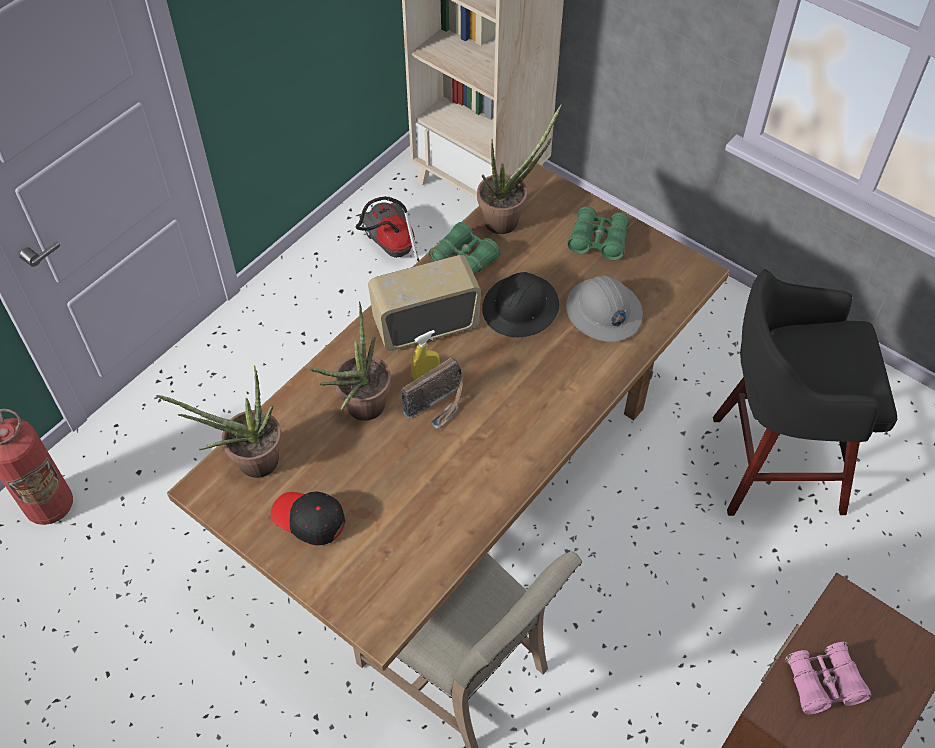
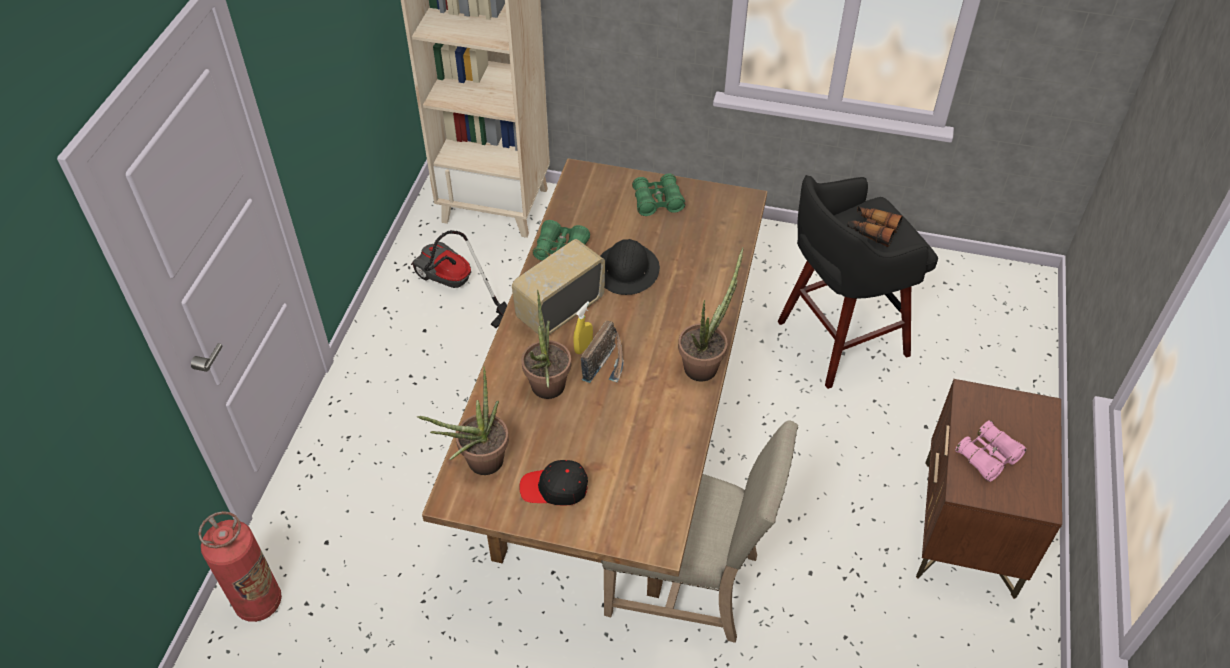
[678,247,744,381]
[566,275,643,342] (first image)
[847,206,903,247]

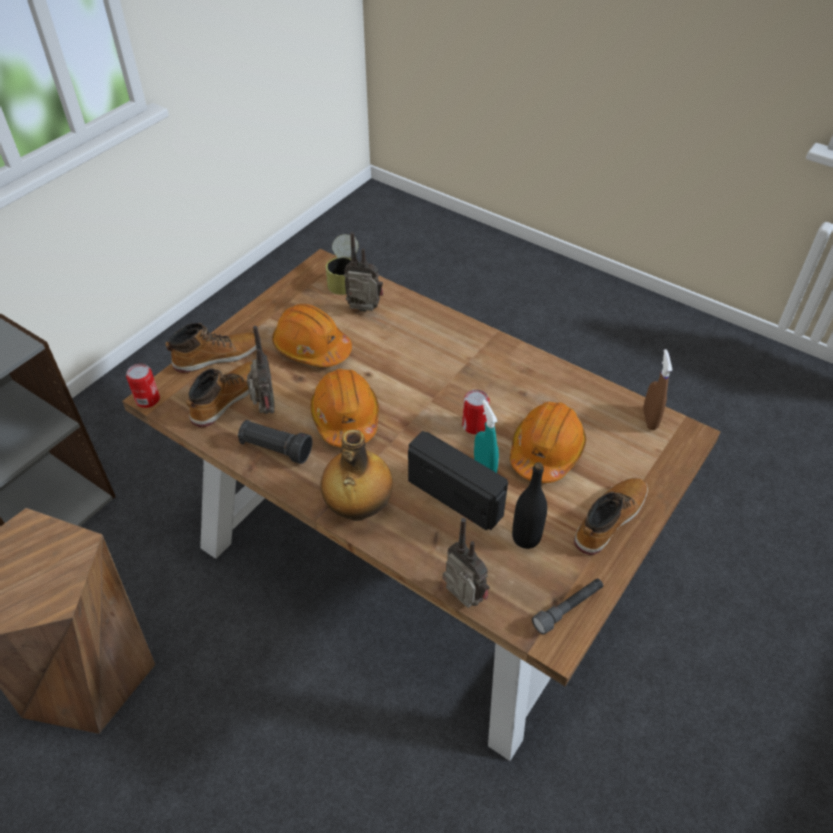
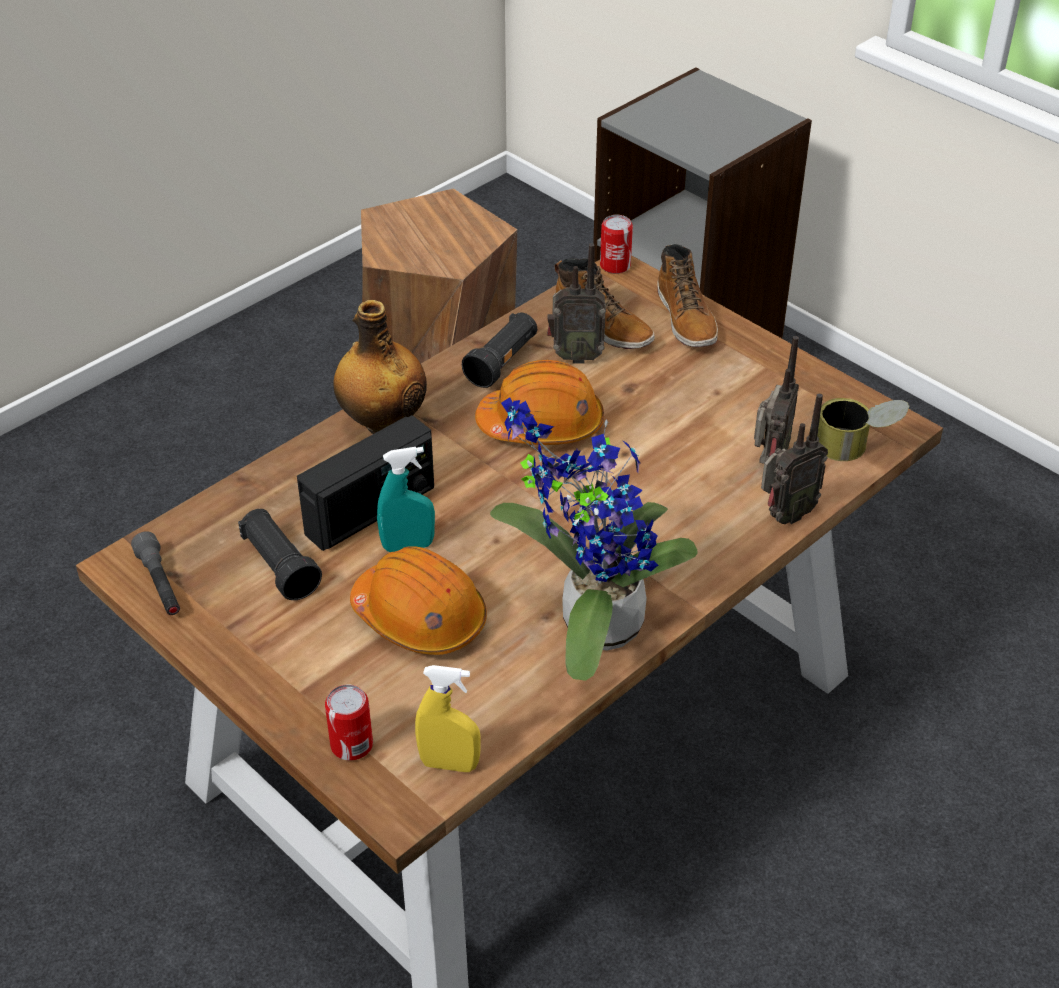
[272,304,352,367] (first image)
[761,394,828,524]
[325,685,373,760]
[238,509,322,600]
[574,478,648,555] (first image)
[415,665,481,772]
[490,397,697,681]

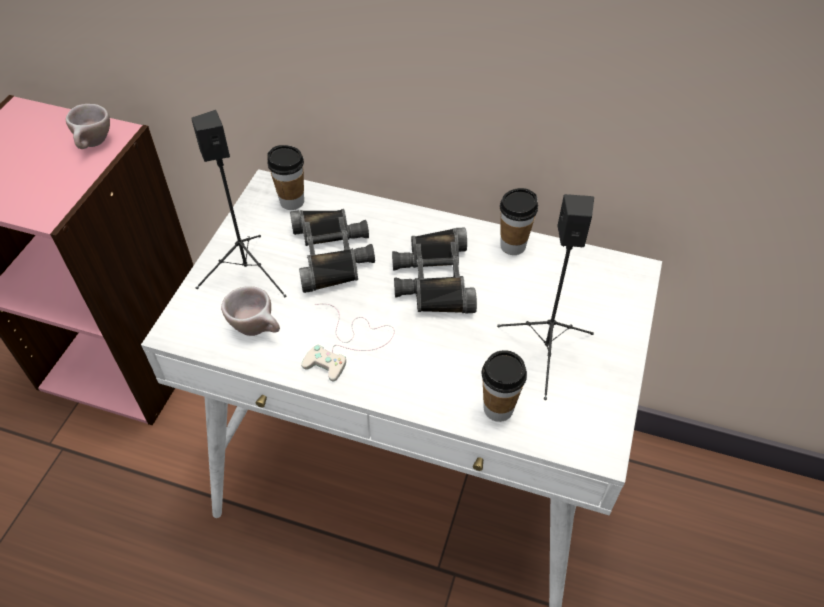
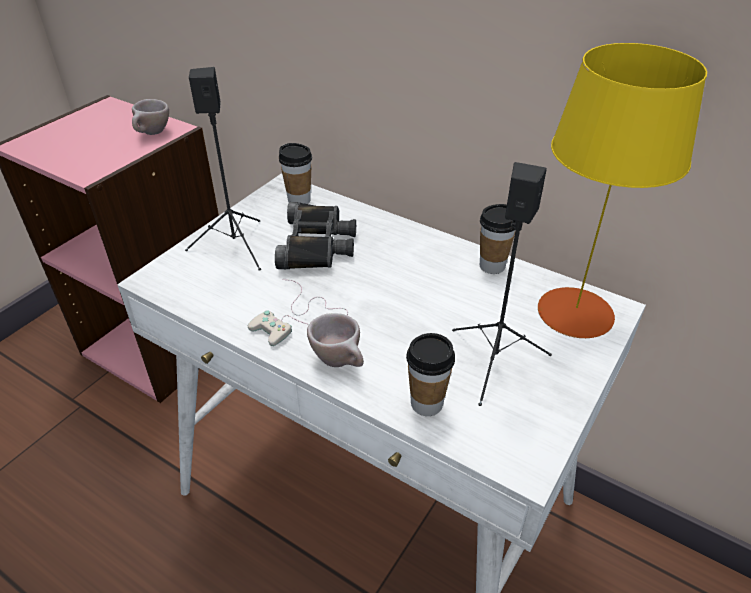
[307,313,364,367]
[392,228,477,313] (first image)
[538,43,707,338]

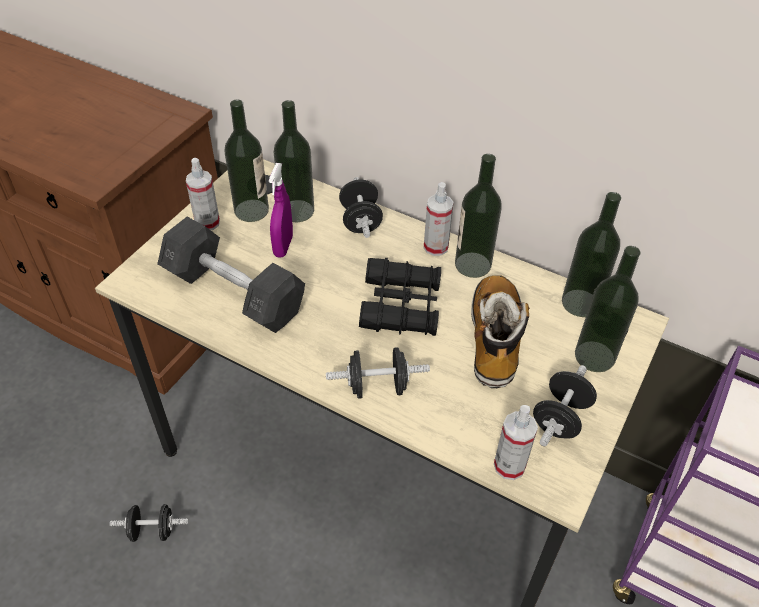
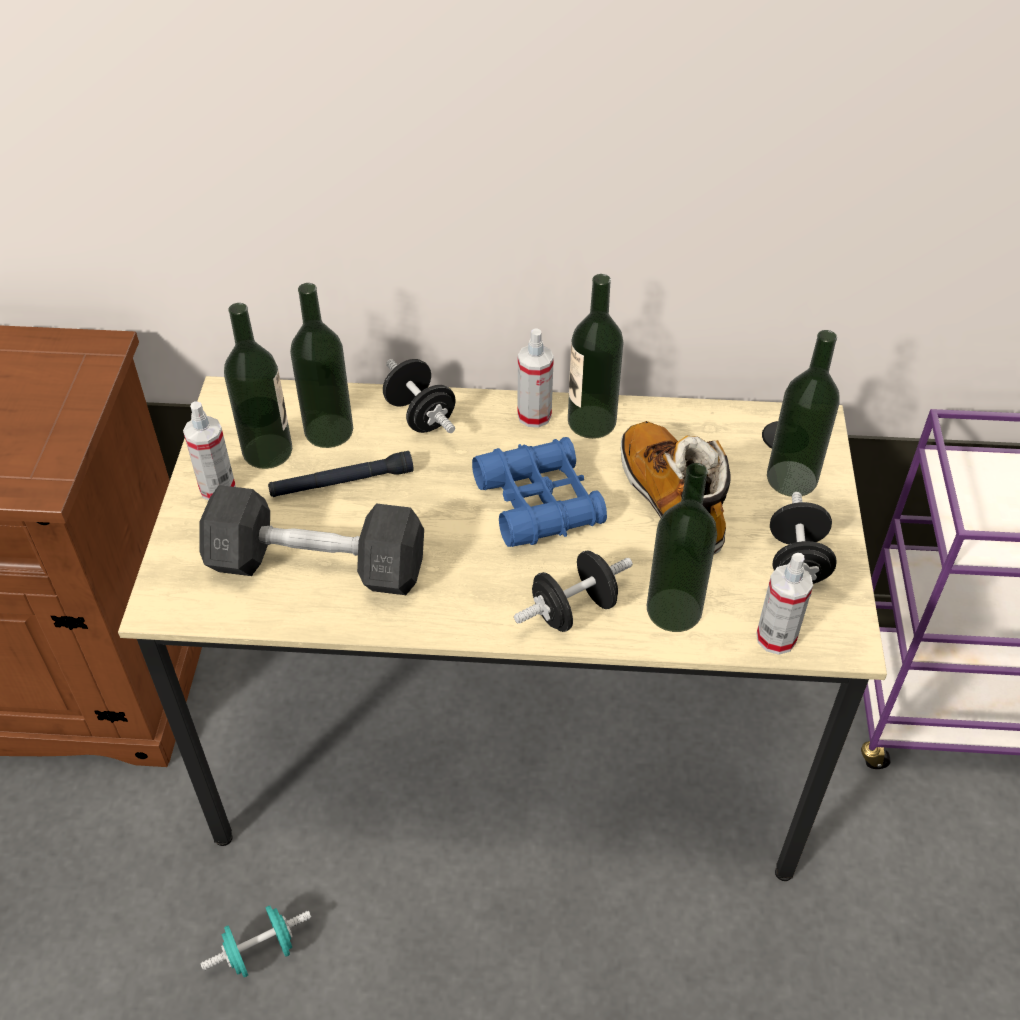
[200,906,311,977]
[268,451,414,497]
[472,437,607,547]
[647,463,717,632]

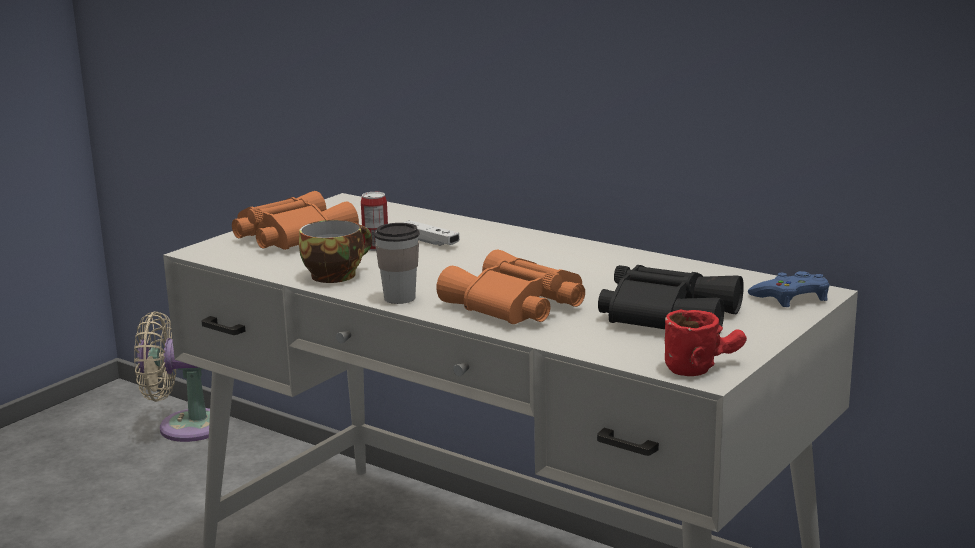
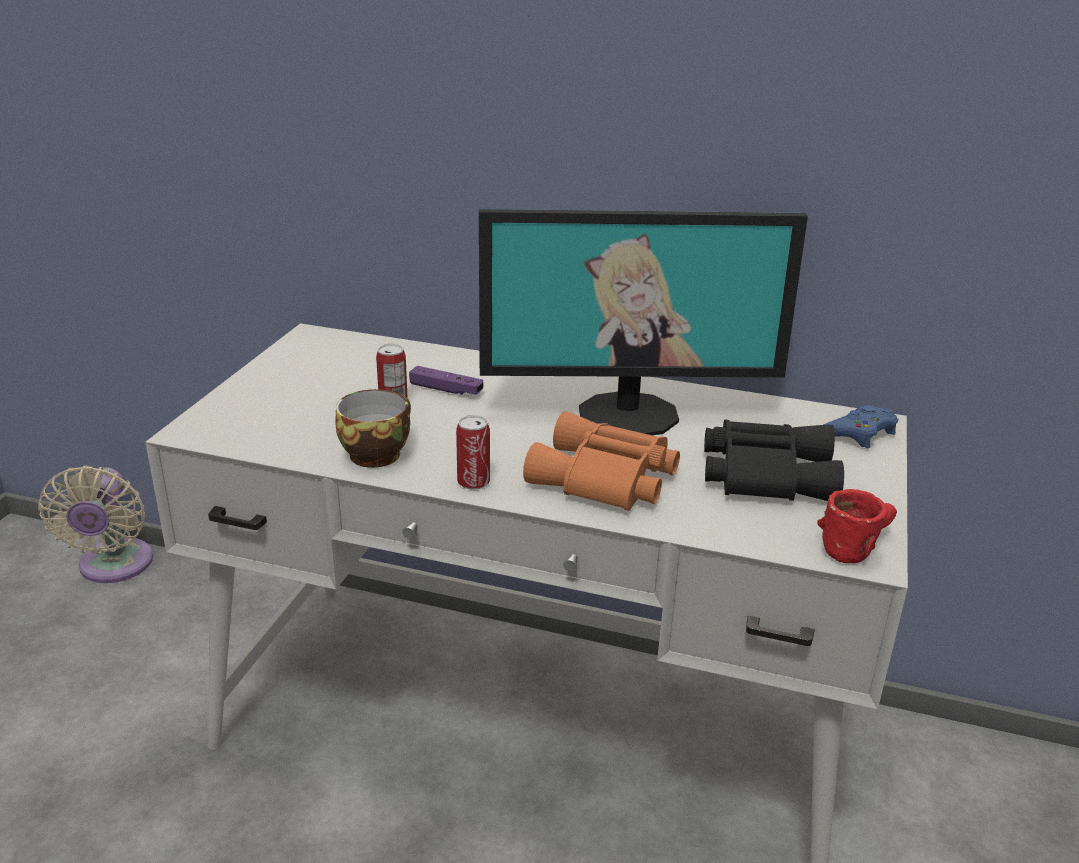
[38,466,153,583]
[232,191,359,250] (first image)
[456,415,490,490]
[409,366,484,395]
[479,209,808,435]

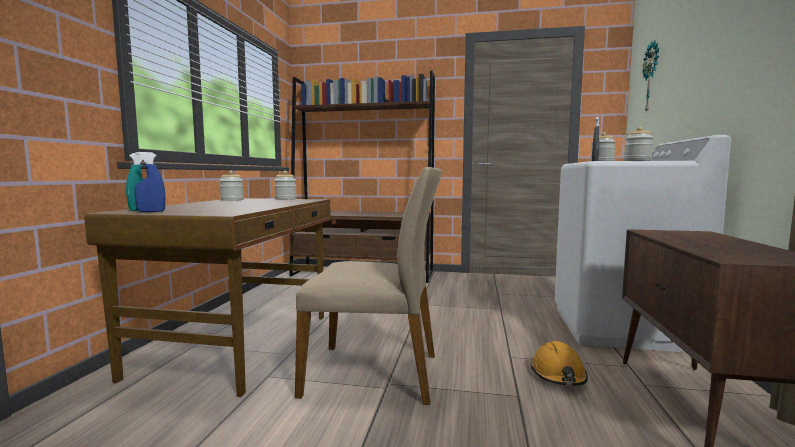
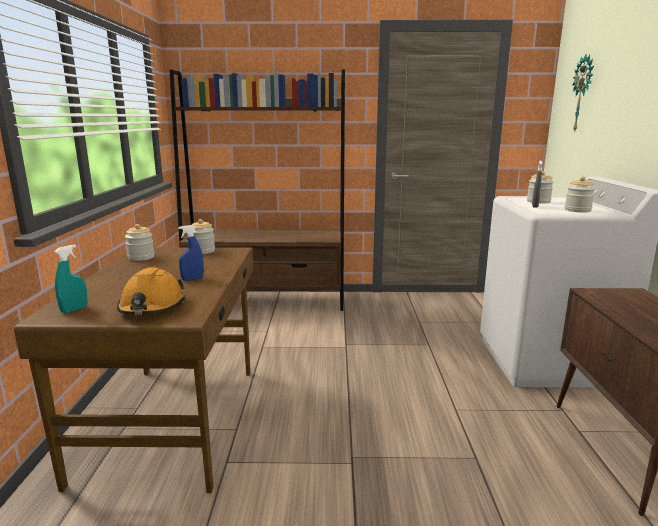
[179,225,204,281]
[295,167,443,405] (first image)
[117,267,185,315]

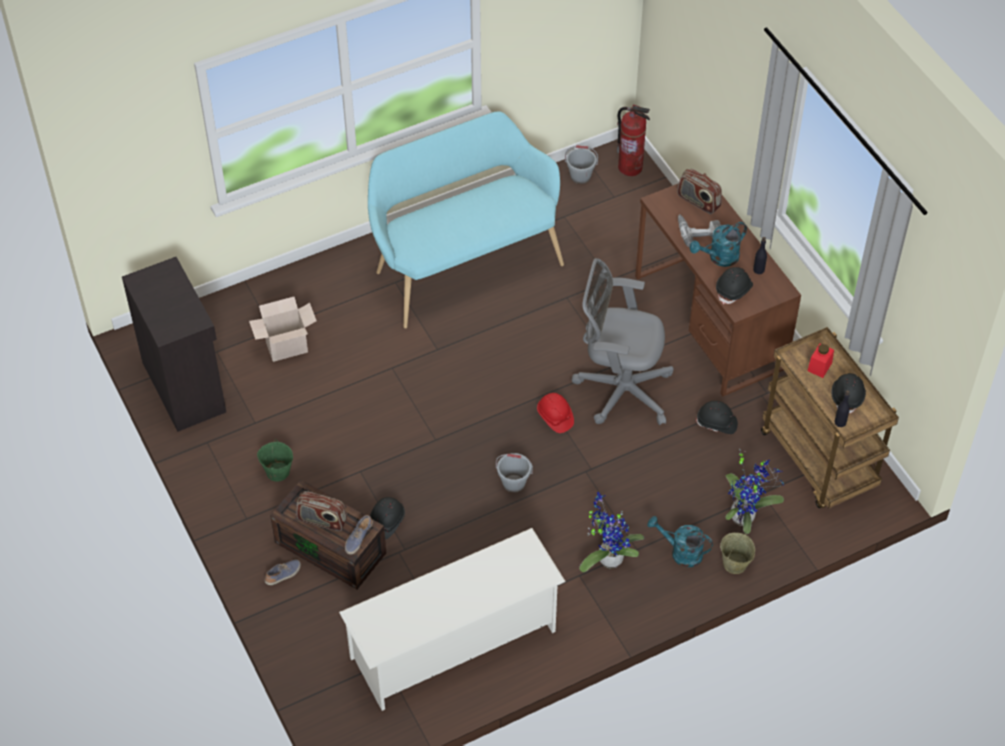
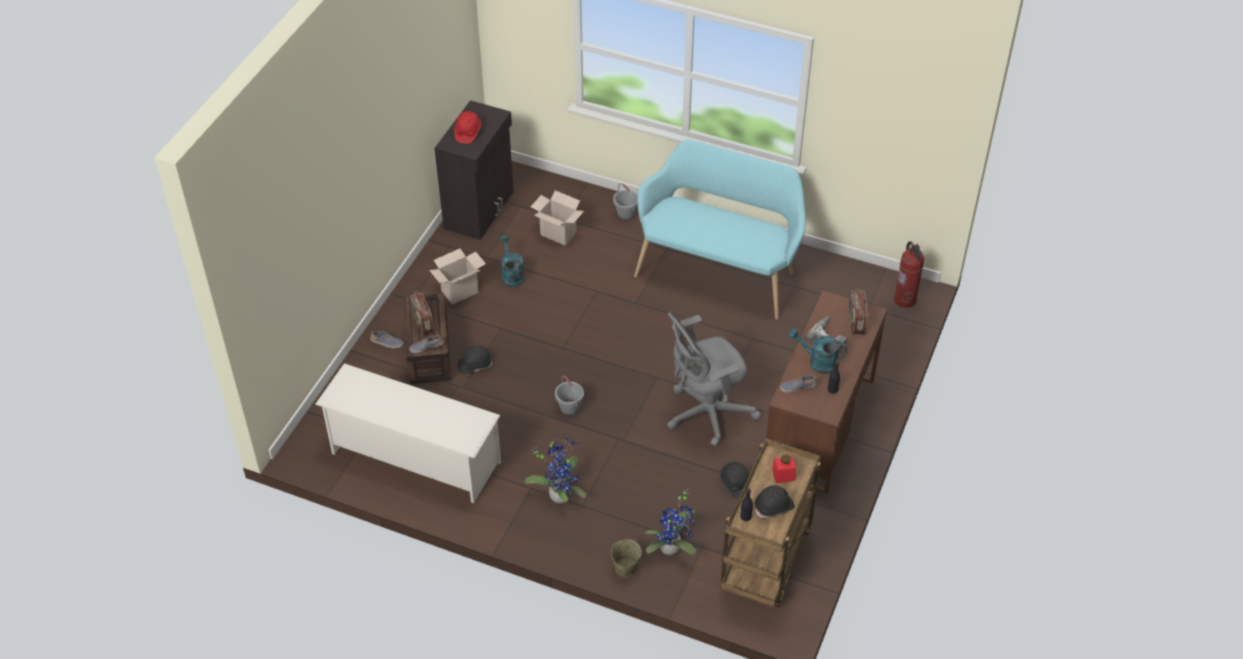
[429,248,486,305]
[454,111,482,144]
[613,183,638,220]
[667,312,761,447]
[500,235,525,287]
[780,375,818,393]

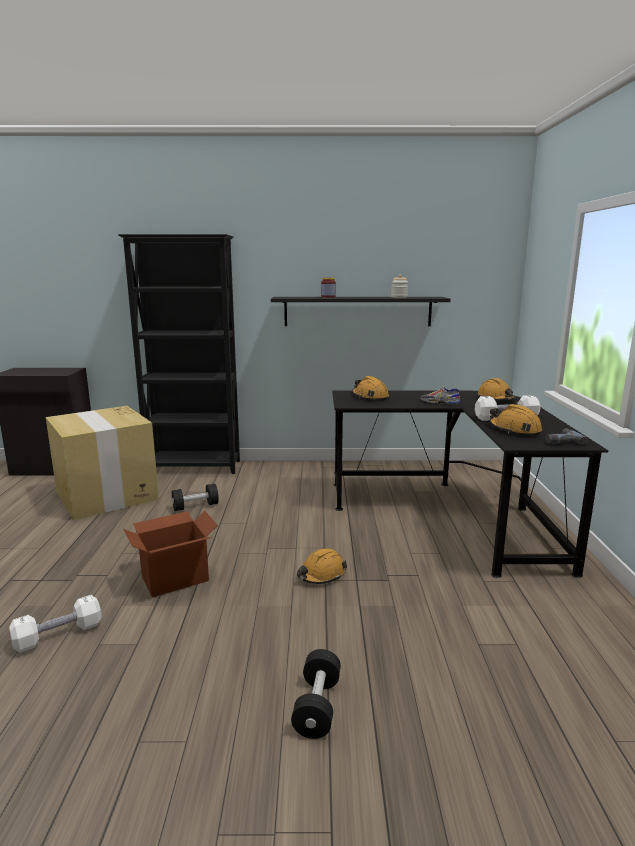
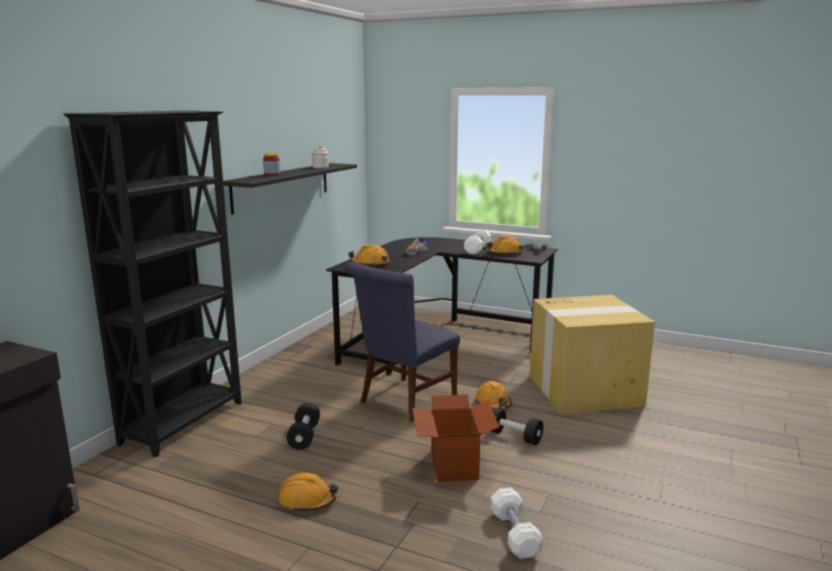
[530,295,655,414]
[491,407,543,445]
[278,473,338,513]
[345,262,460,422]

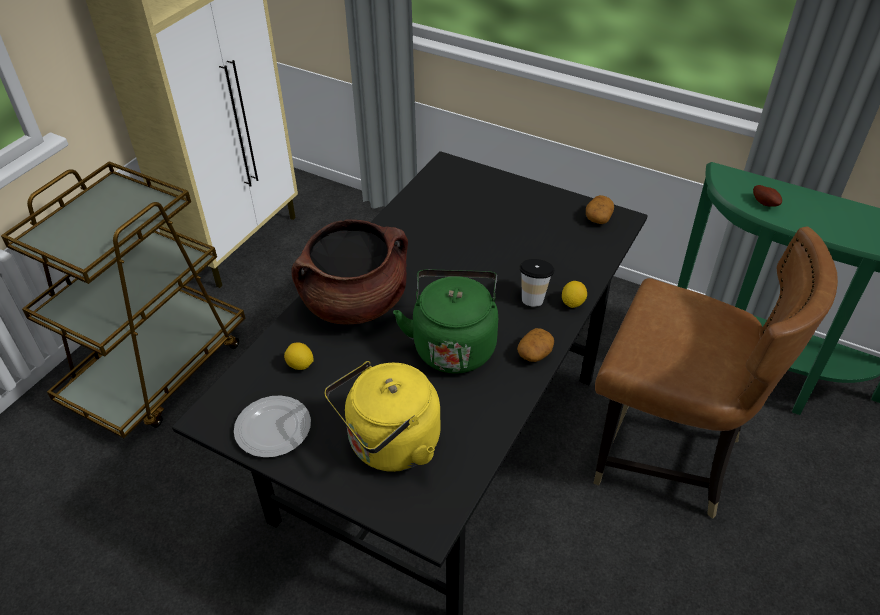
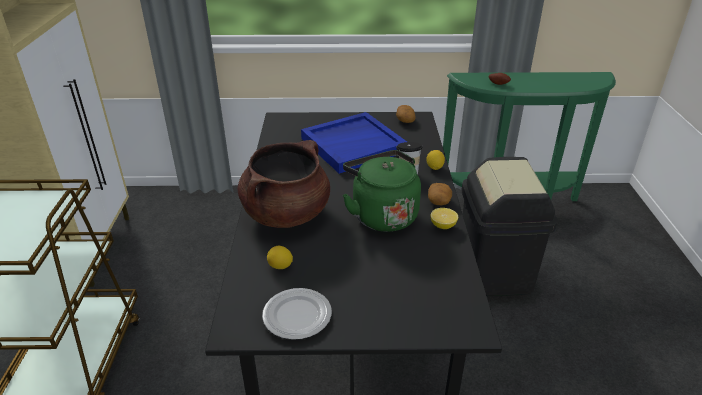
[324,361,440,472] (first image)
[461,157,558,296]
[301,112,407,174]
[430,208,458,229]

